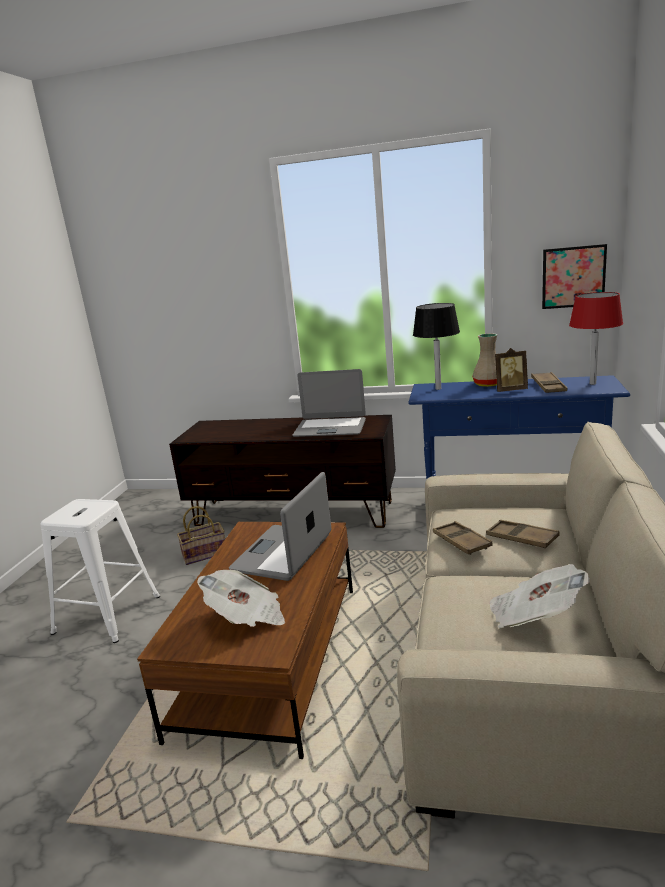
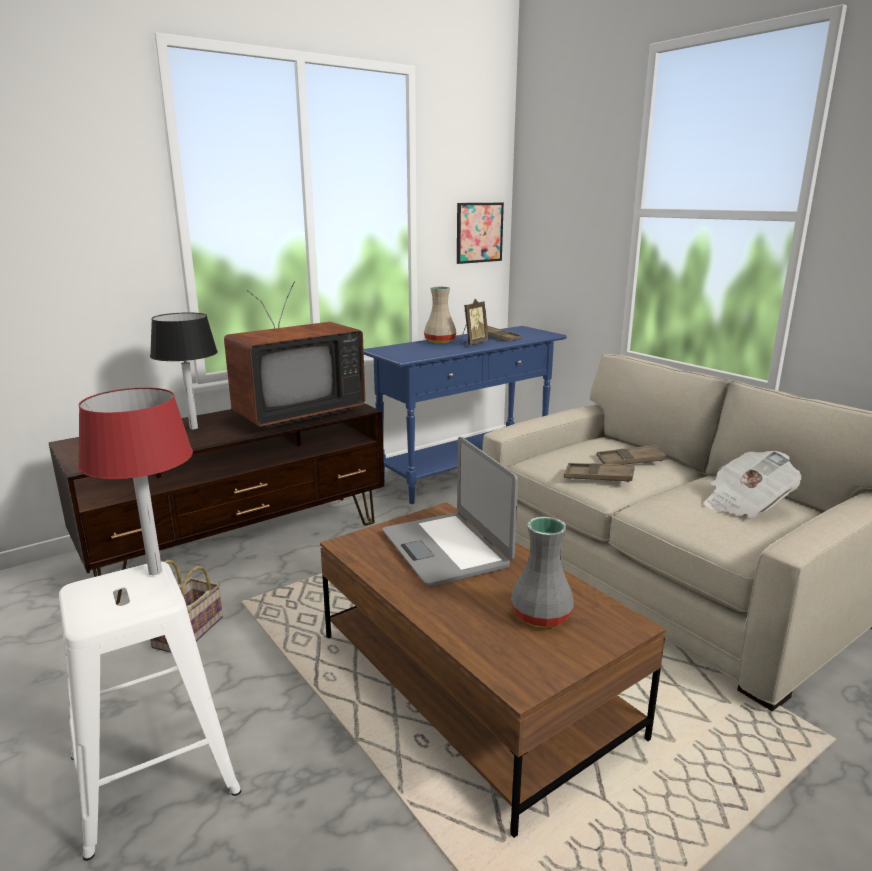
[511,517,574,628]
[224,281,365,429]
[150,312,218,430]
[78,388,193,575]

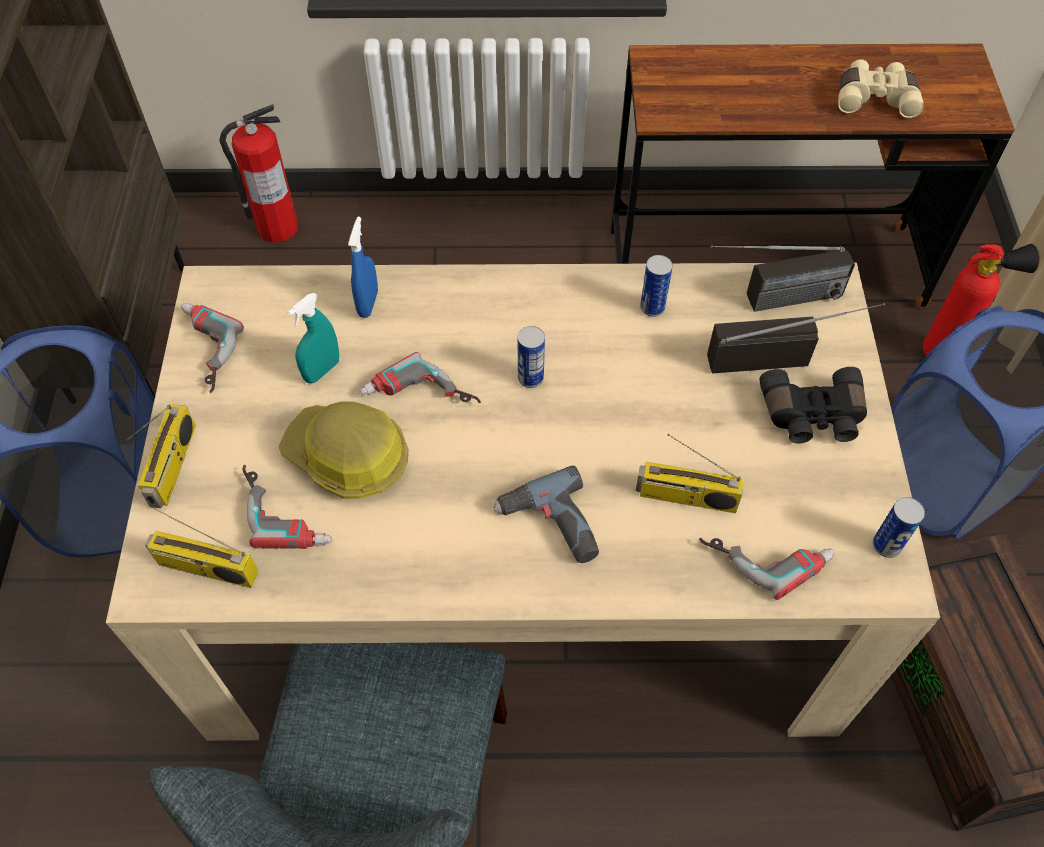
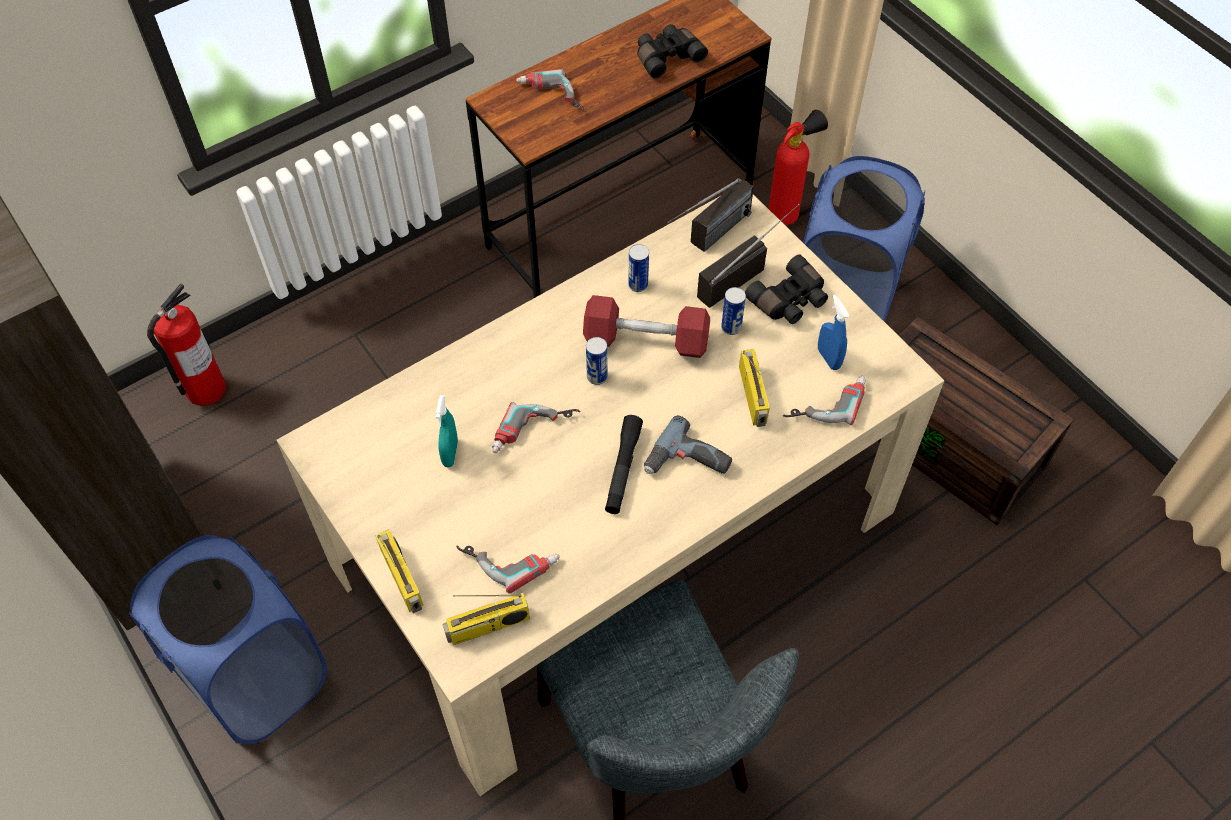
[516,69,584,111]
[278,401,408,499] (first image)
[818,294,850,370]
[739,349,770,427]
[637,24,708,79]
[721,287,746,335]
[583,295,710,358]
[605,415,643,514]

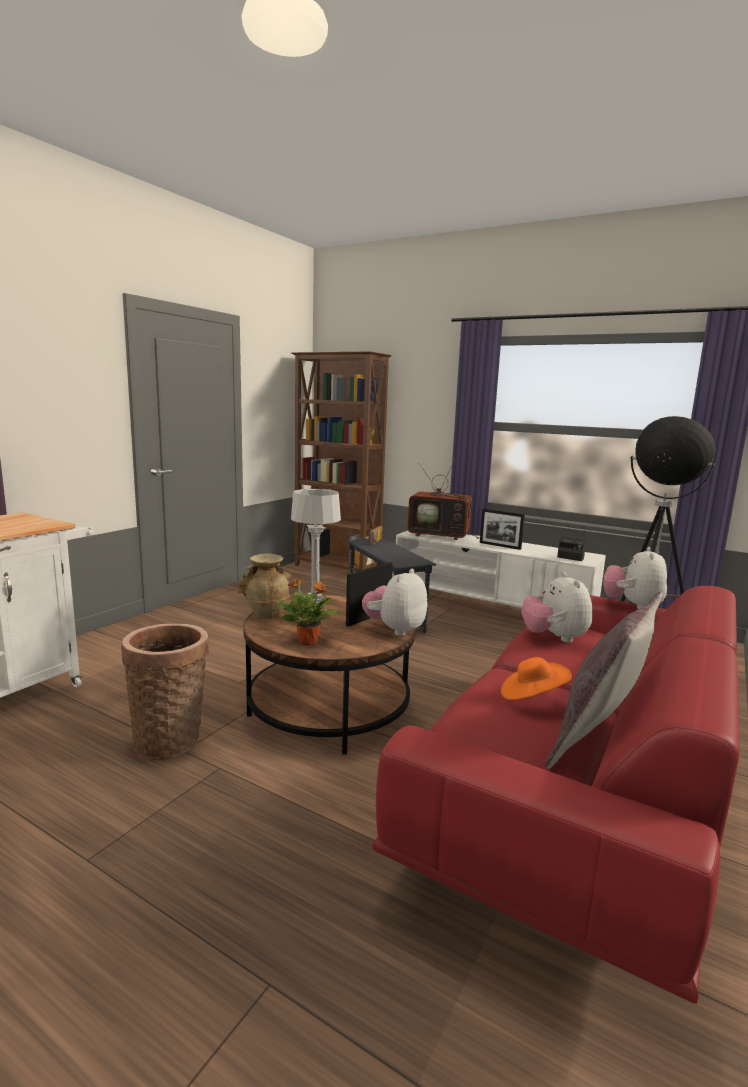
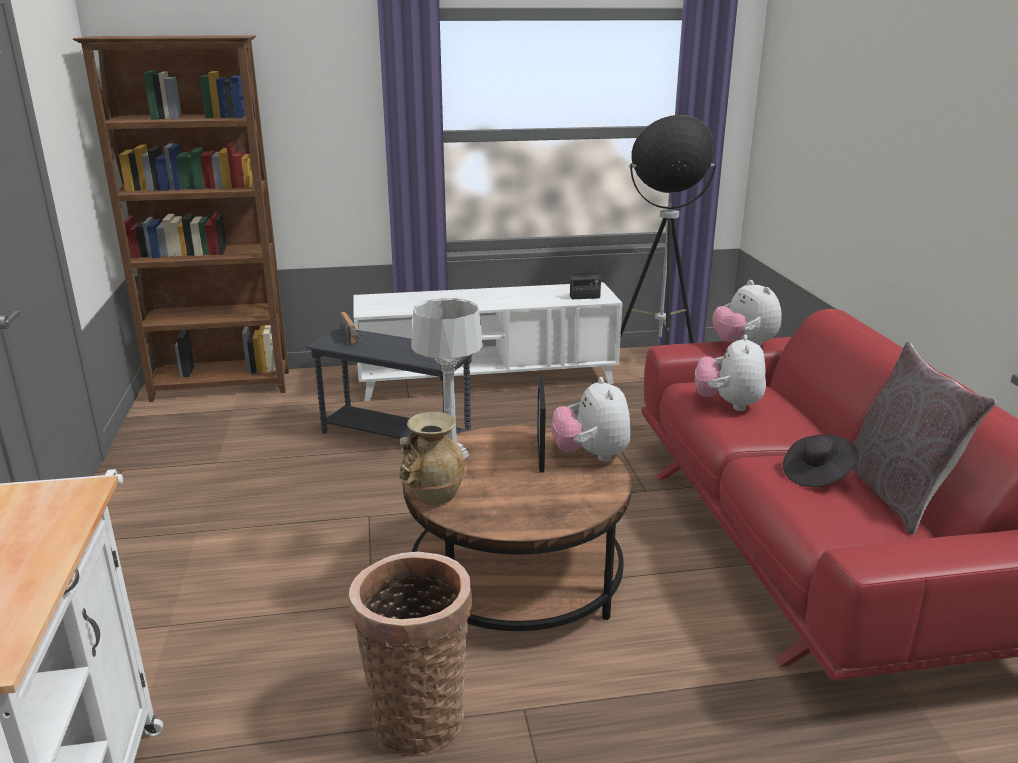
[277,576,339,645] (first image)
[408,459,480,540] (first image)
[480,509,525,550] (first image)
[783,435,858,487]
[695,334,766,411]

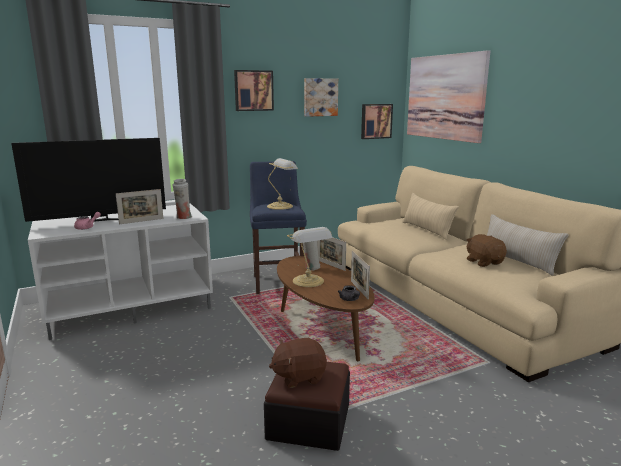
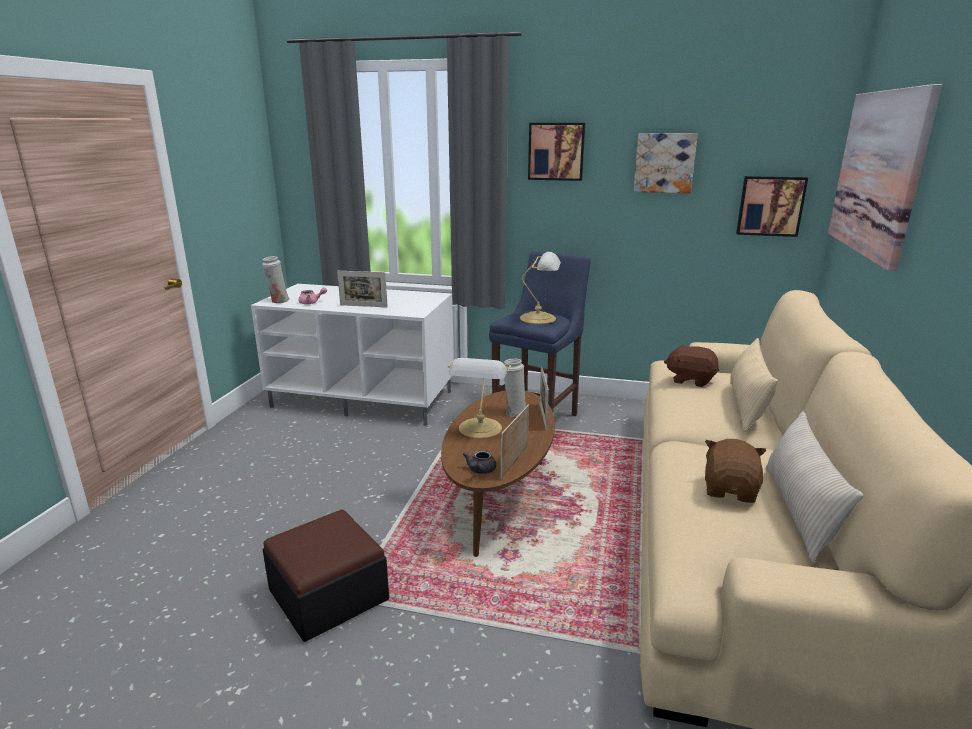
[11,138,166,222] (first image)
[262,256,290,303]
[664,345,719,387]

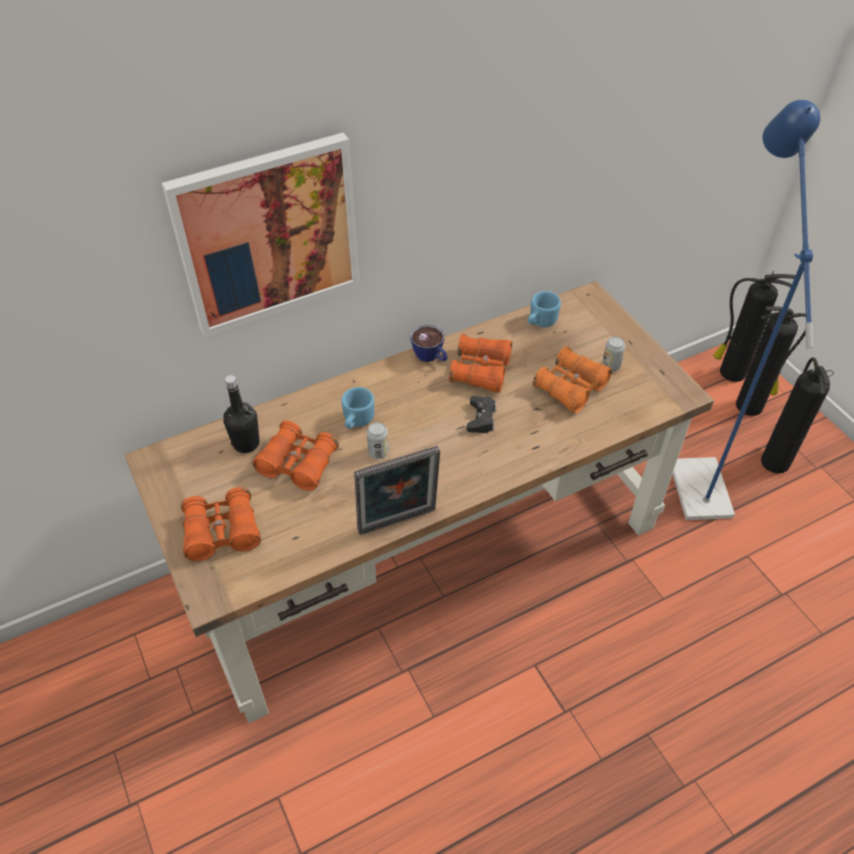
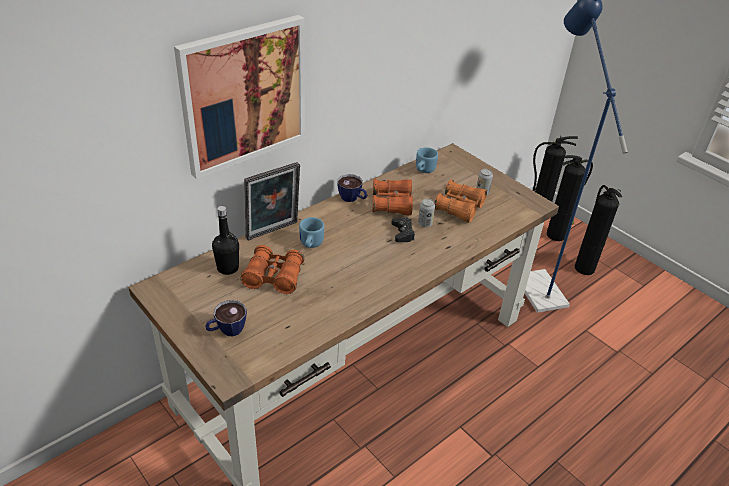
[205,300,247,336]
[244,162,300,240]
[418,199,435,227]

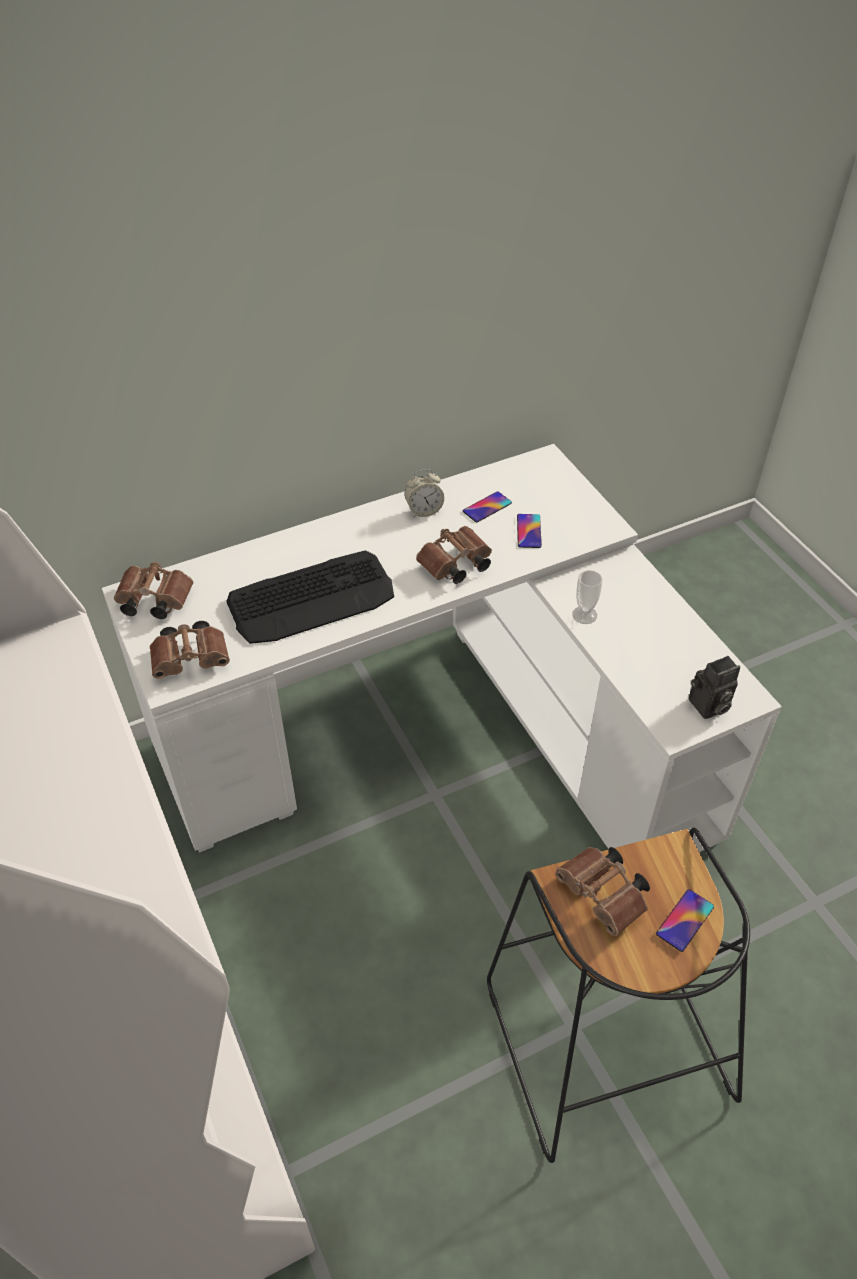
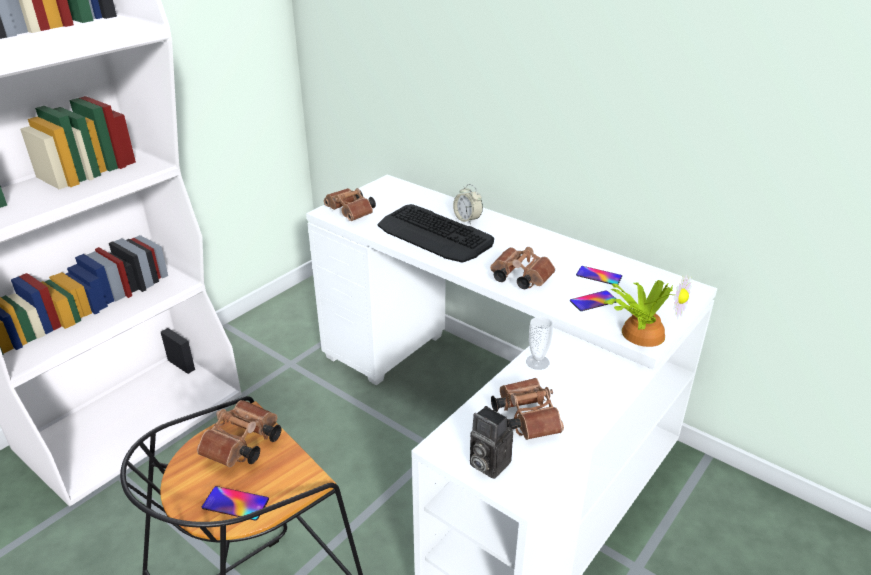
[491,378,564,440]
[453,184,483,225]
[604,273,692,347]

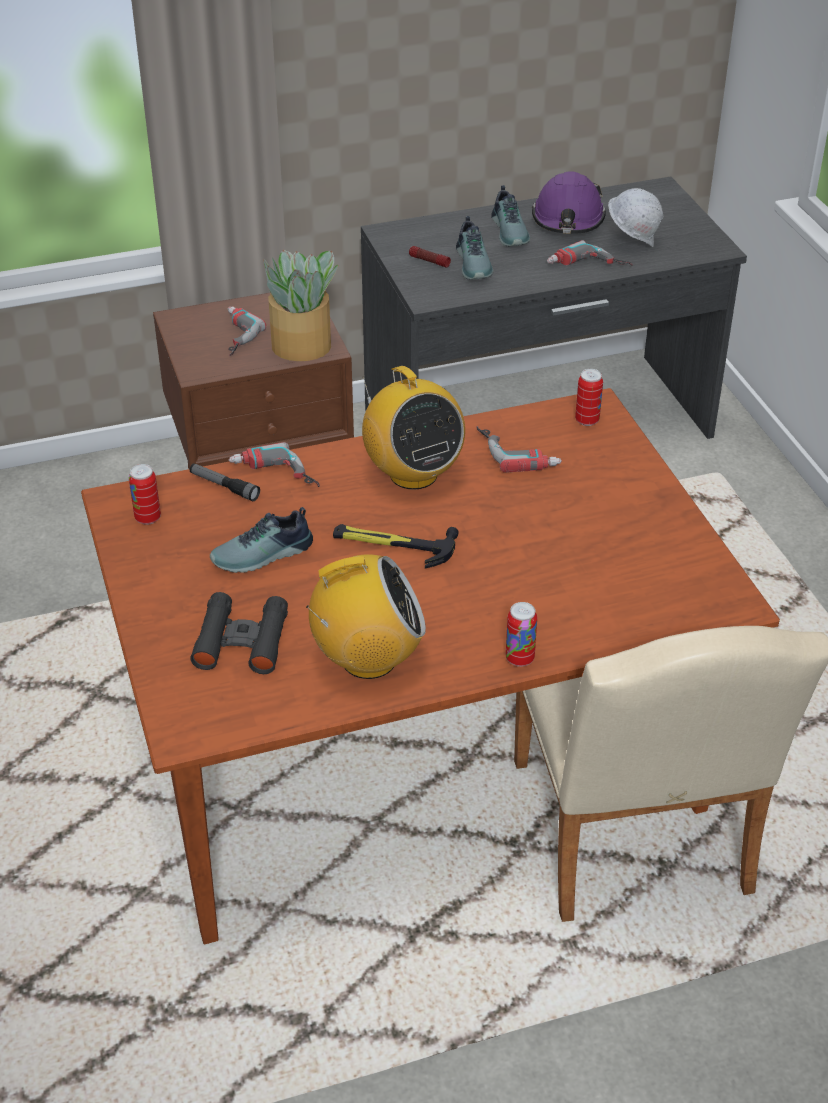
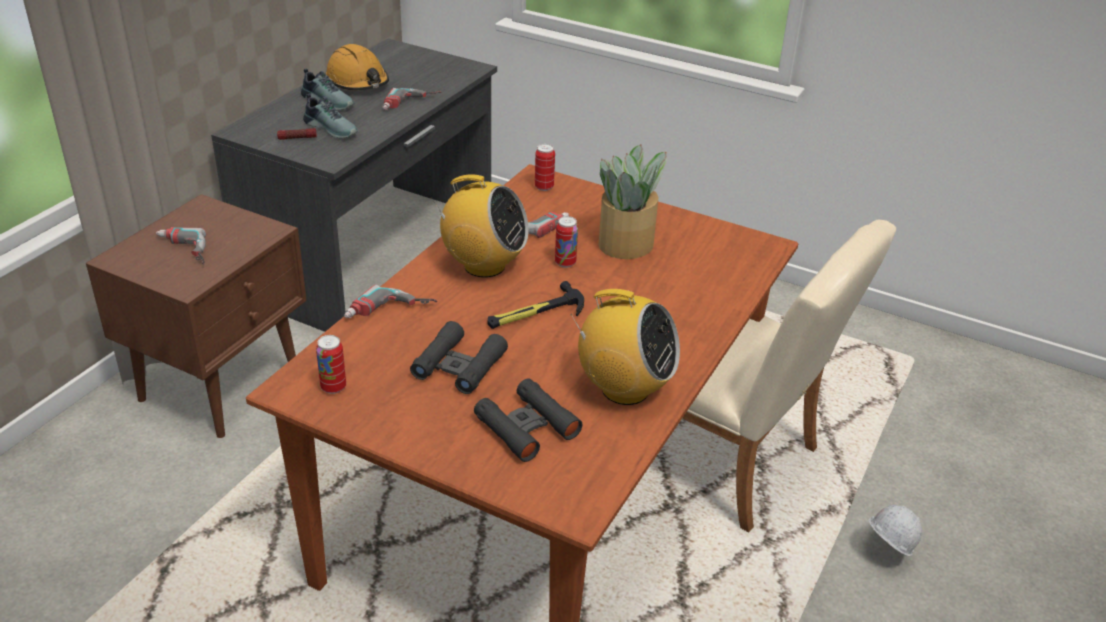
[190,463,260,501] (first image)
[410,321,508,394]
[599,144,667,259]
[570,289,680,405]
[555,216,578,268]
[326,44,389,90]
[869,505,922,556]

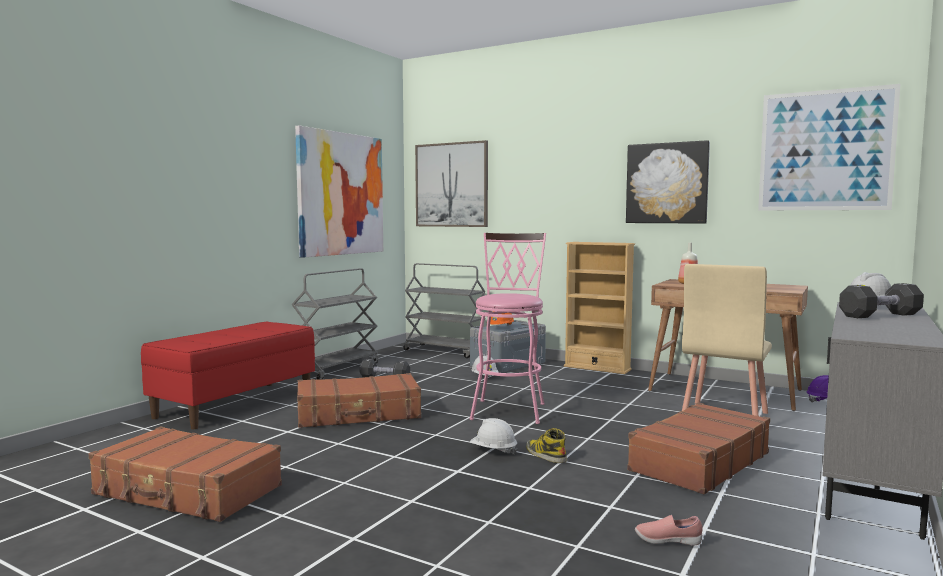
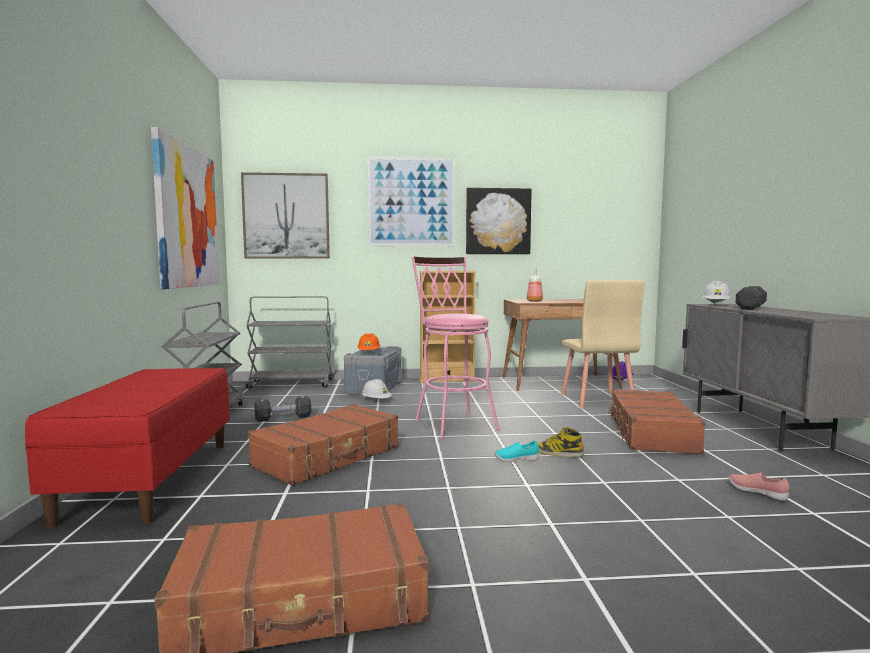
[494,441,539,462]
[729,472,790,501]
[367,156,455,246]

